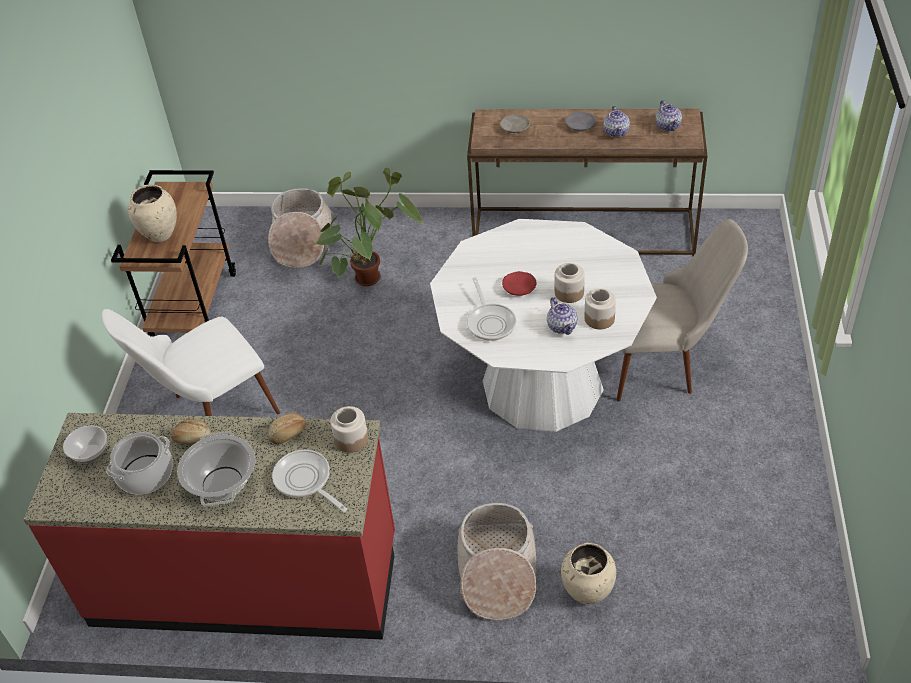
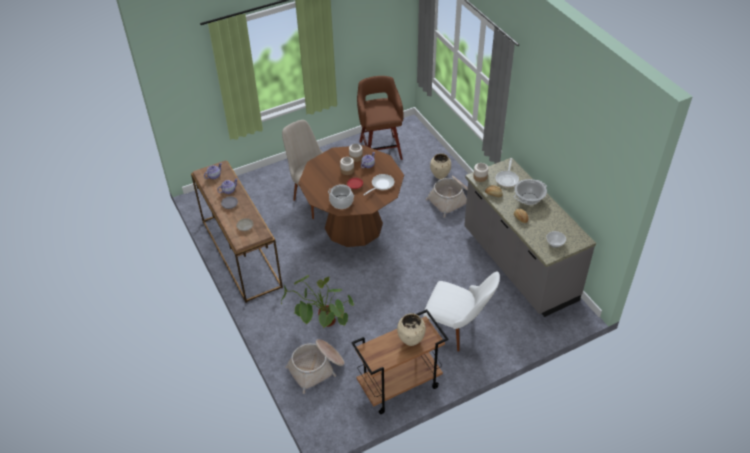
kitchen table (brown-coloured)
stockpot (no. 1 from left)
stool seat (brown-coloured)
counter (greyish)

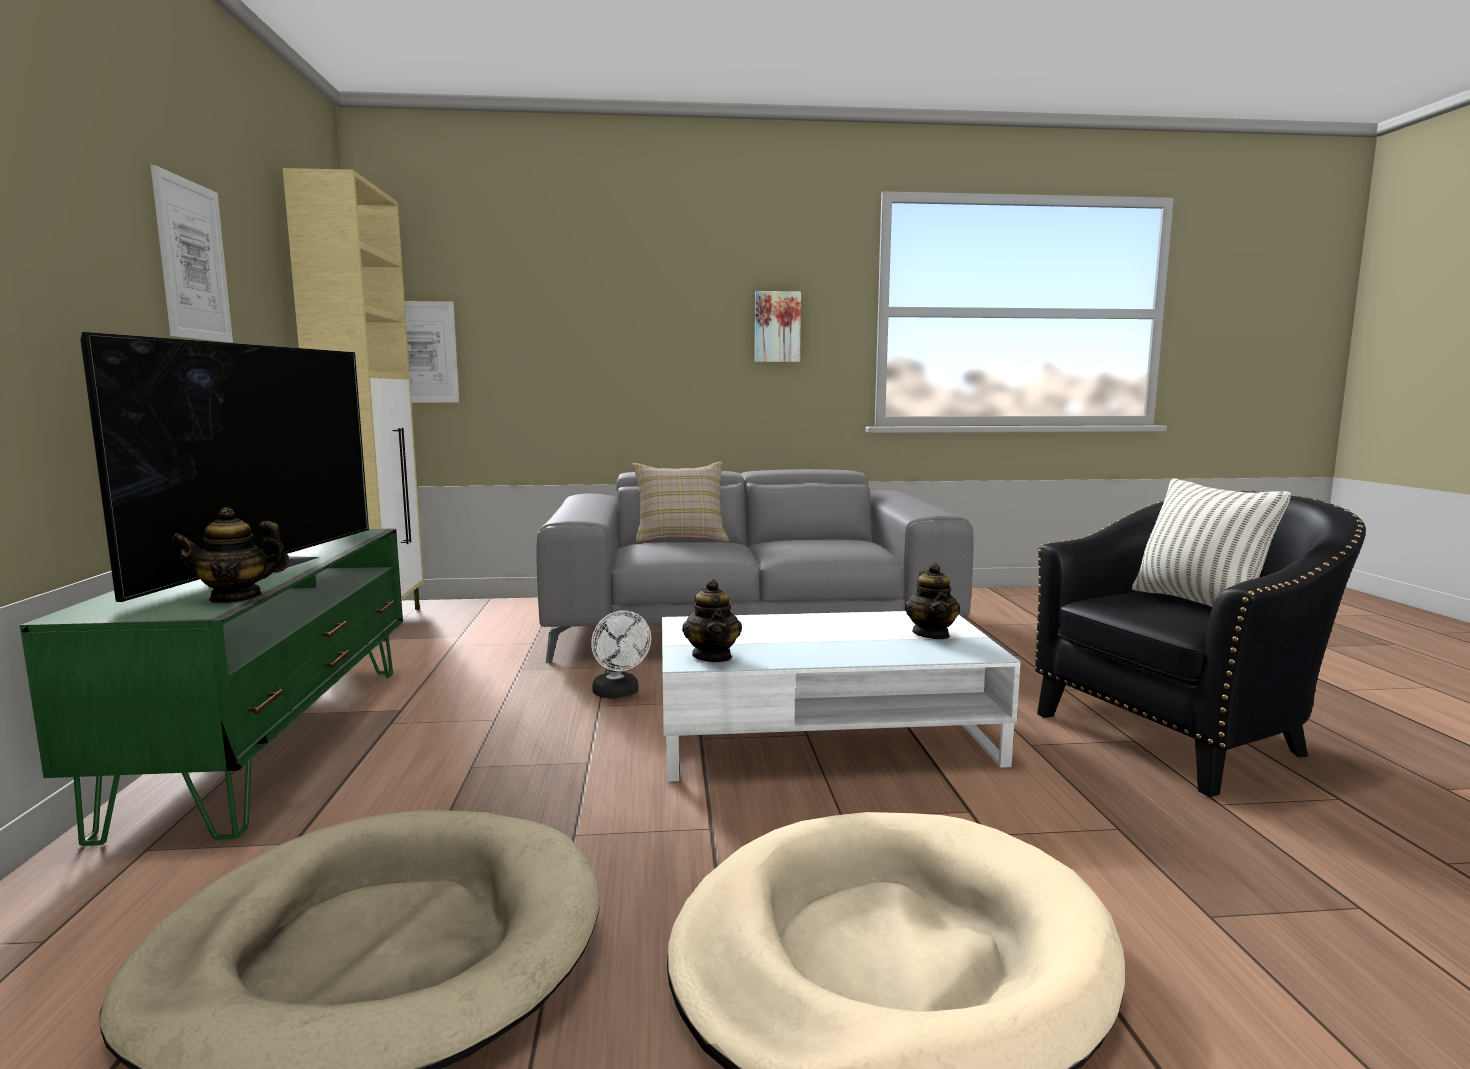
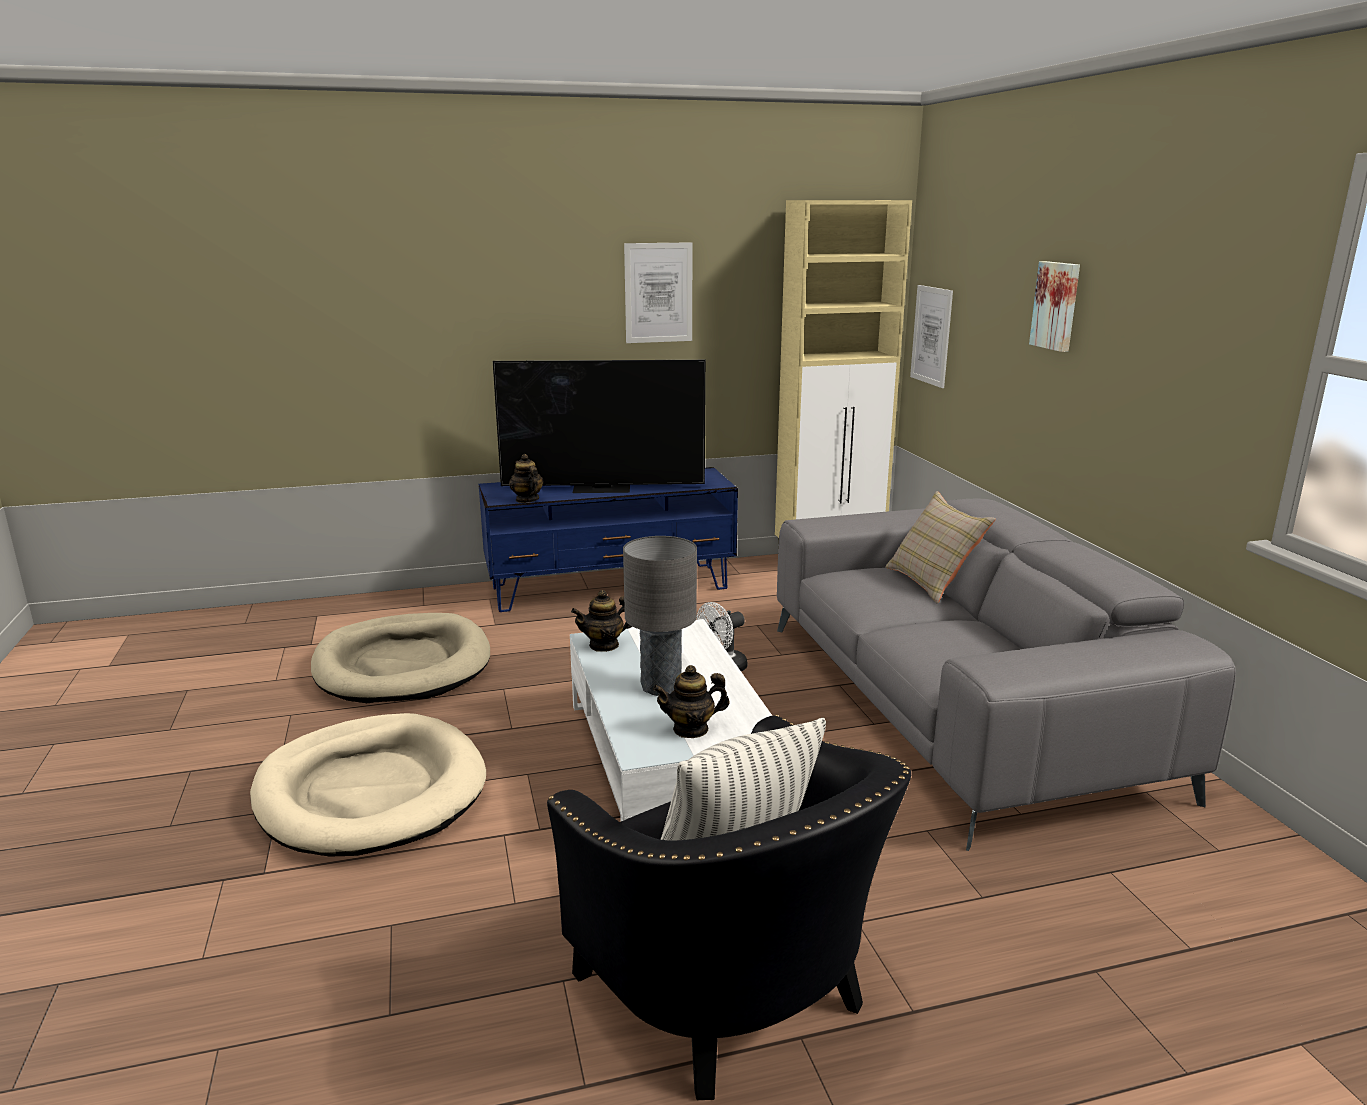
tv unit (blue-coloured)
lamp for a table (greyish)
wall art (no. 3 from left)

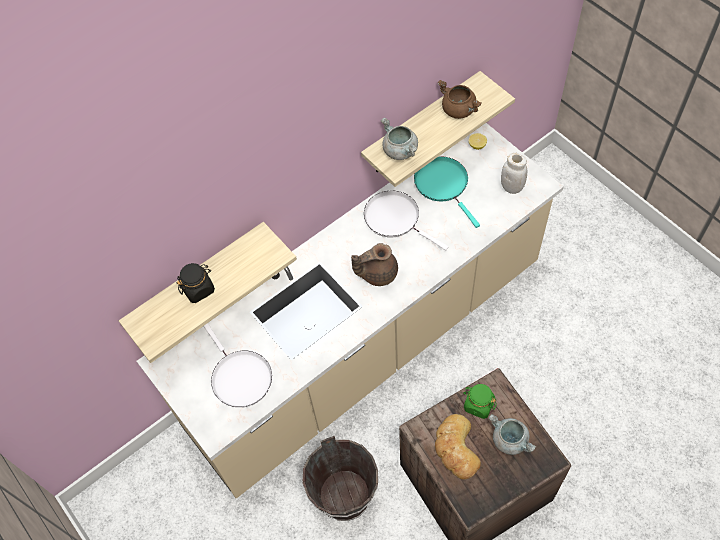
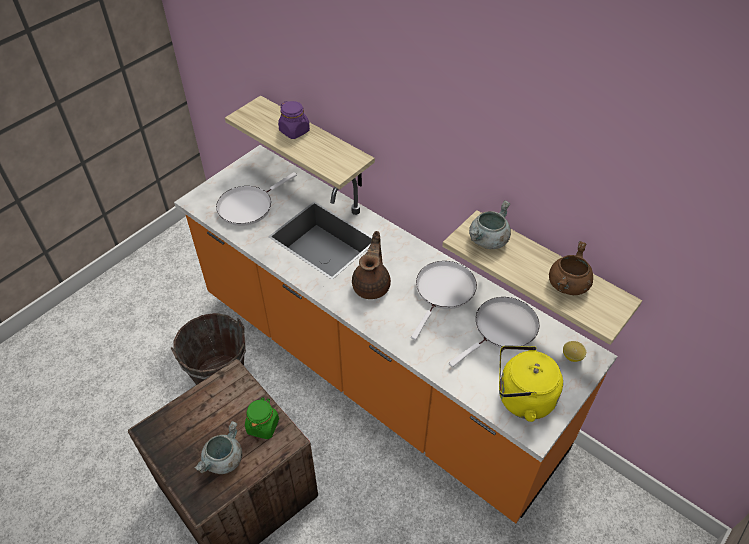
counter (orange)
jar (purple)
teapot (brown-coloured)
skillet (whitish) (no. 3 from left)
tea kettle (yellow-coloured)
bakery bread

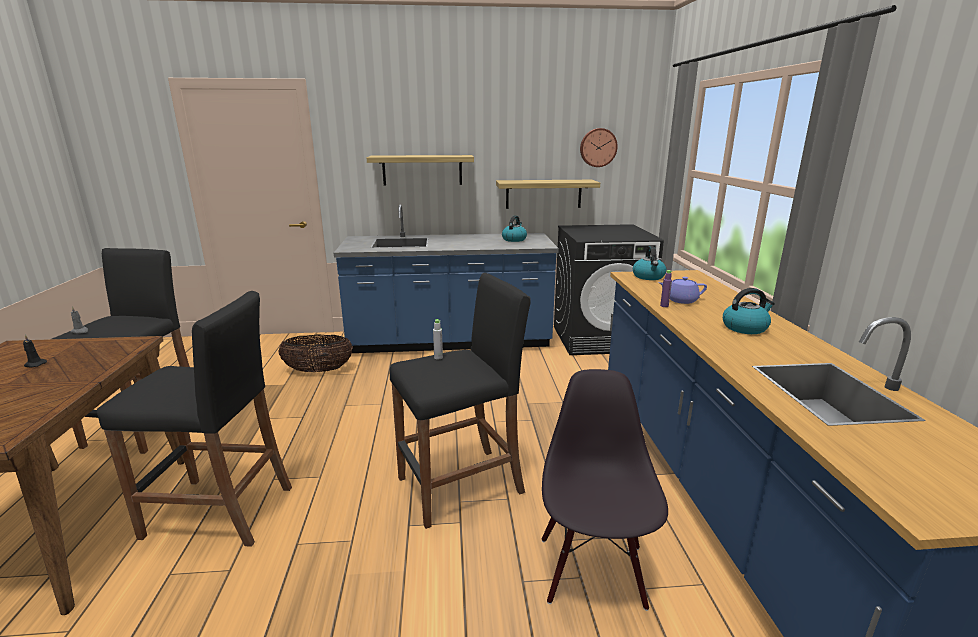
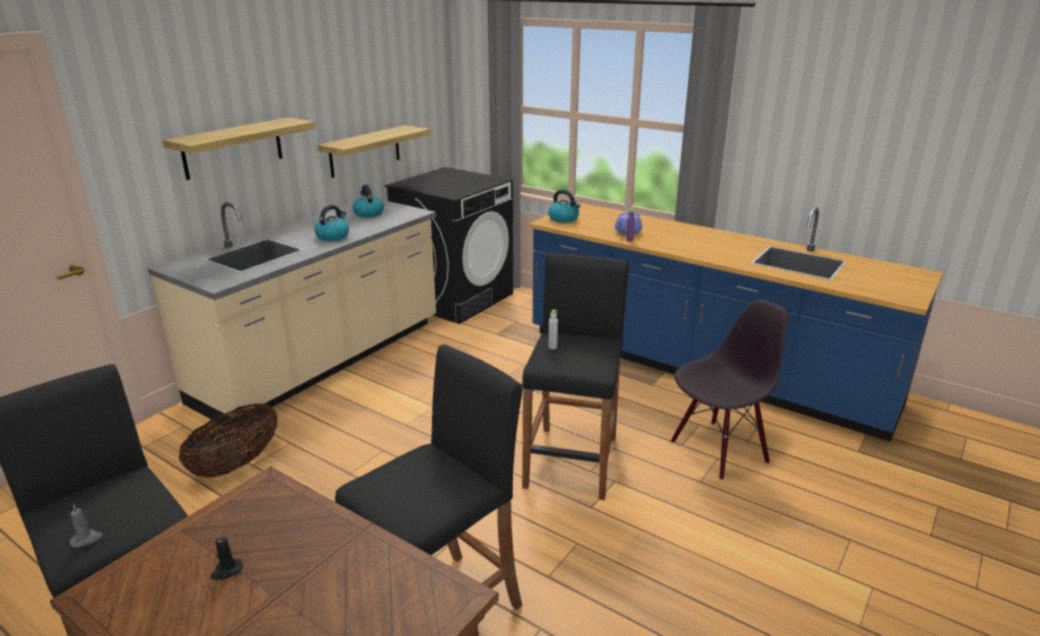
counter (beige)
tea kettle (no. 1 from left)
plain chair (black-coloured)
hanging clock

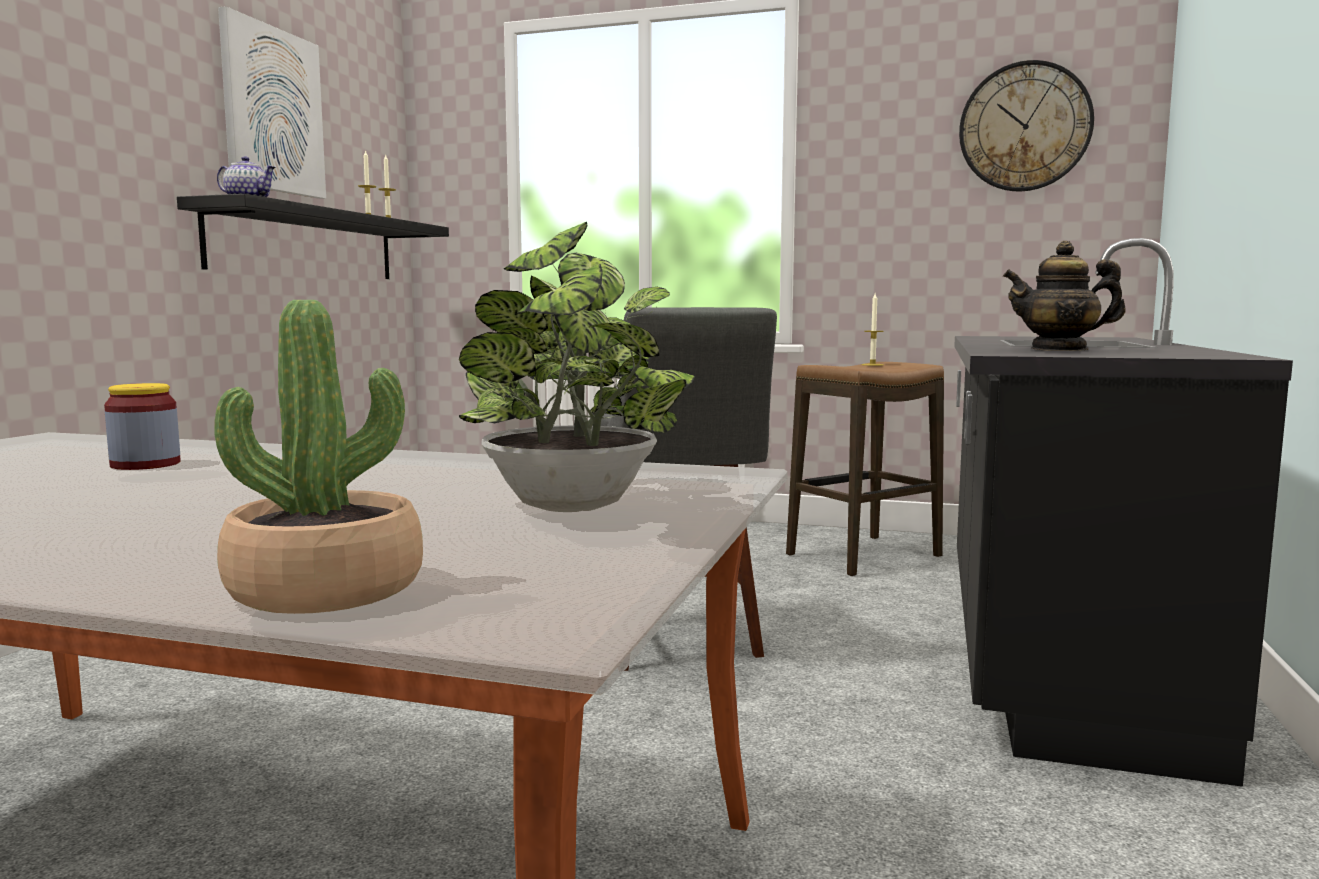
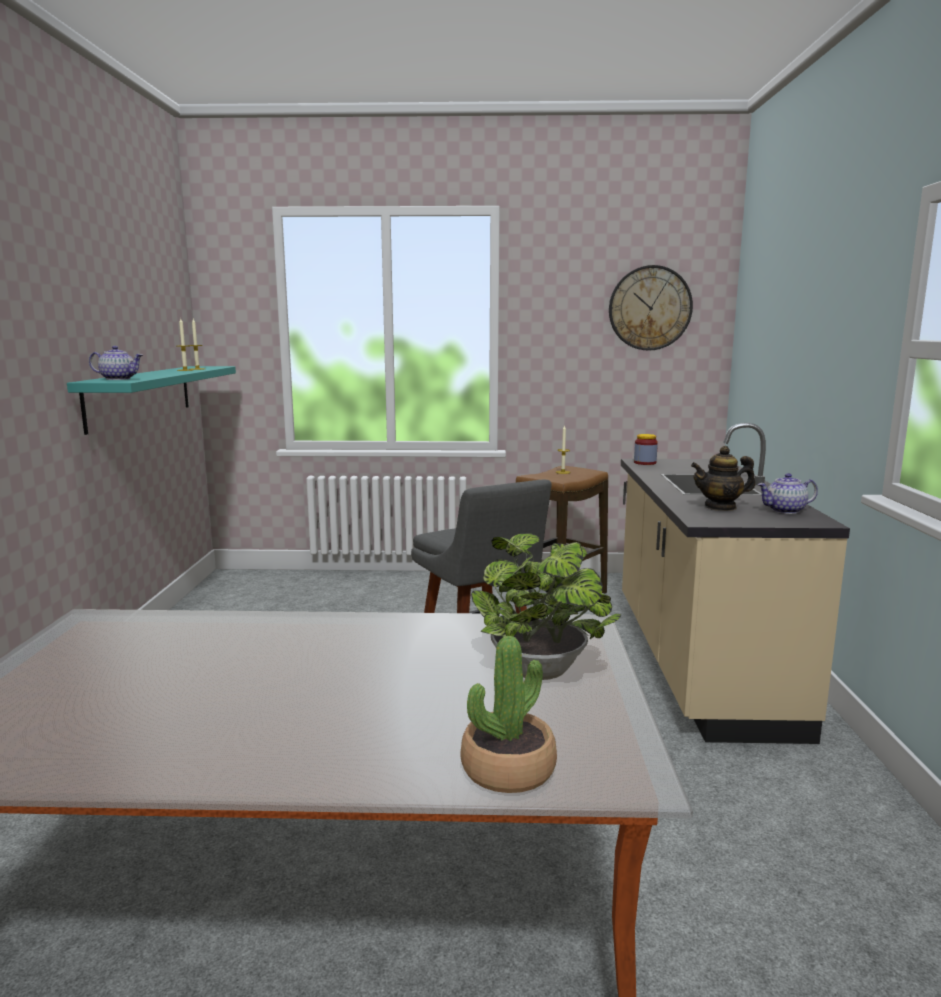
wall shelf (turquoise-coloured)
counter (beige)
jar
teapot (no. 3 from left)
wall art

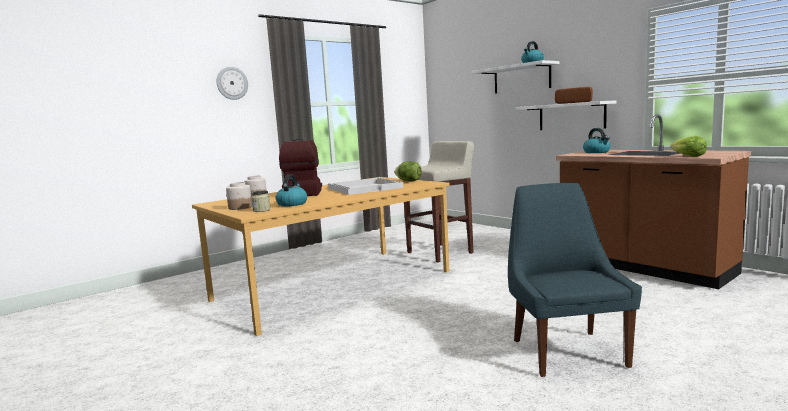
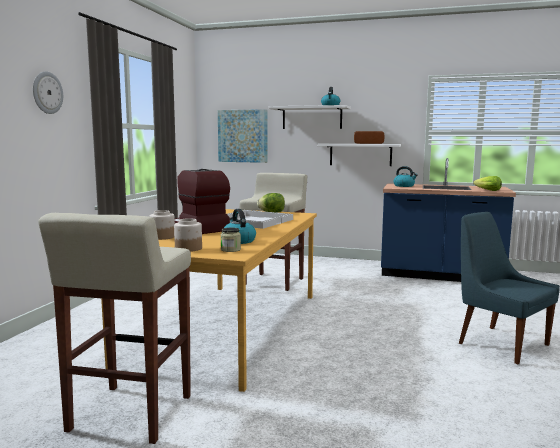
stool seat (beige) (no. 1 from left)
wall art
counter (blue-coloured)

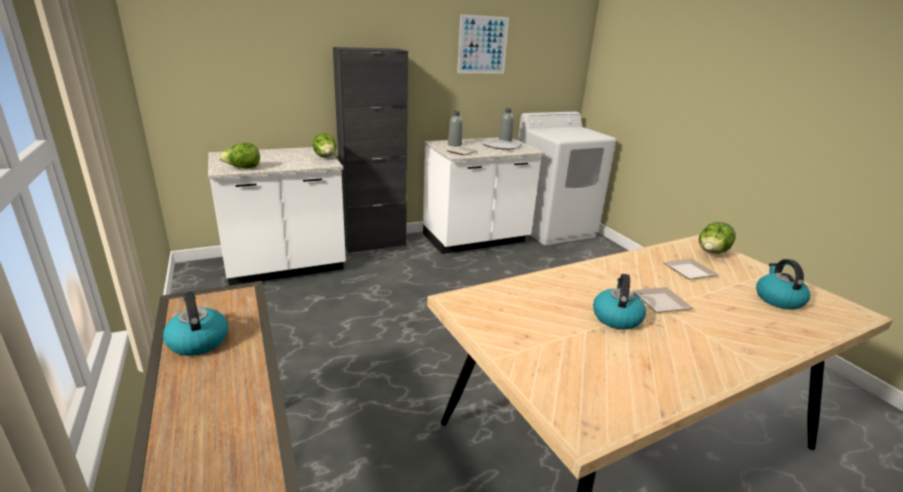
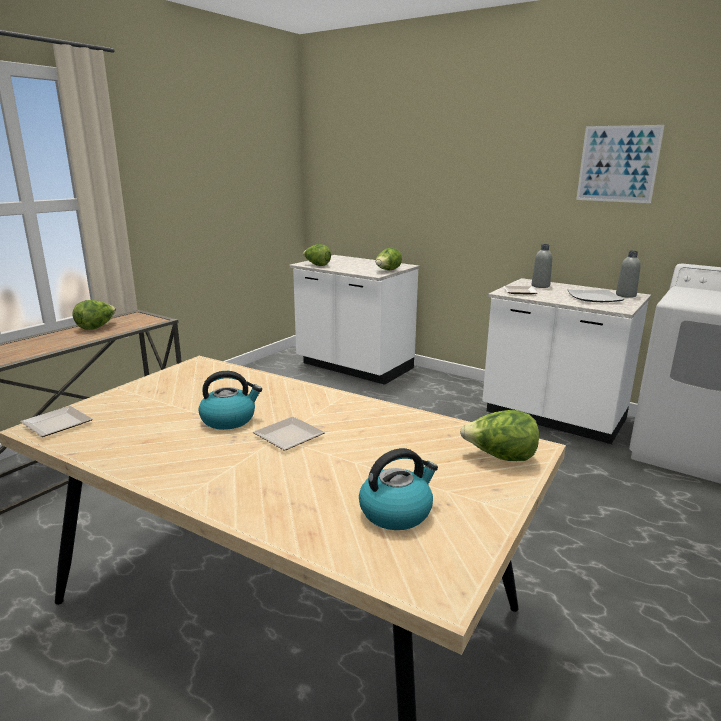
plate (no. 1 from left)
lettuce (no. 1 from left)
cabinet (black-coloured)

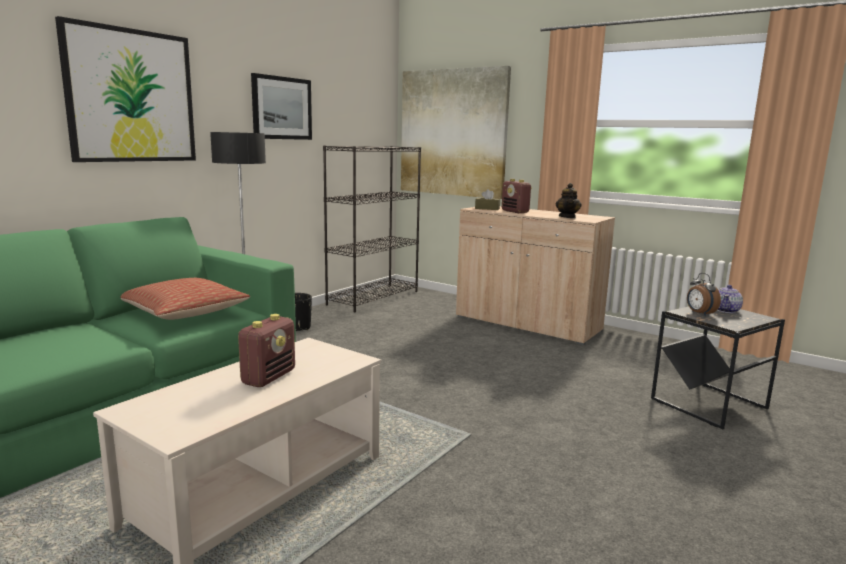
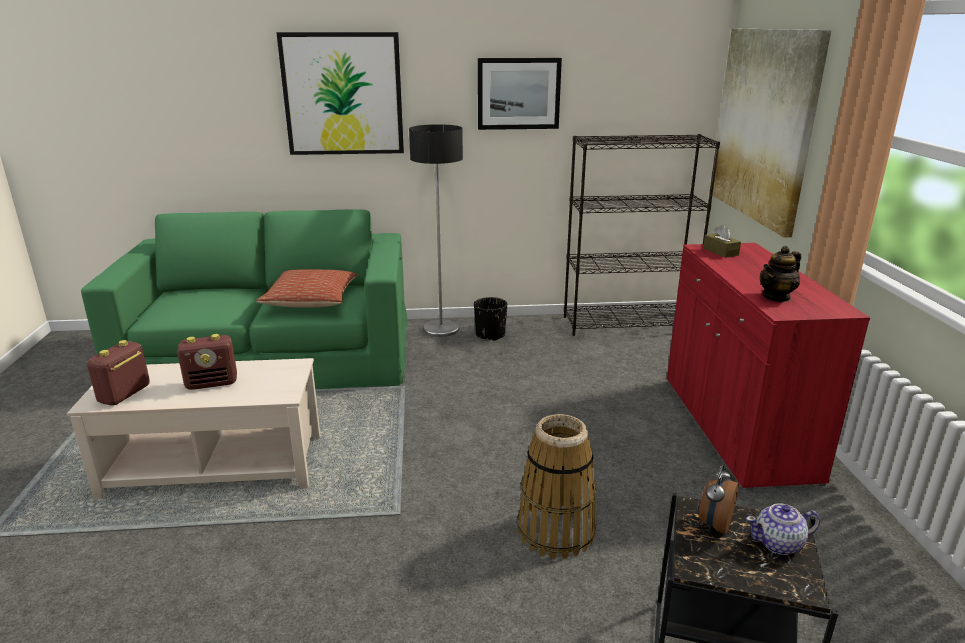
radio set (no. 1 from left)
basket
cabinet (red-coloured)

